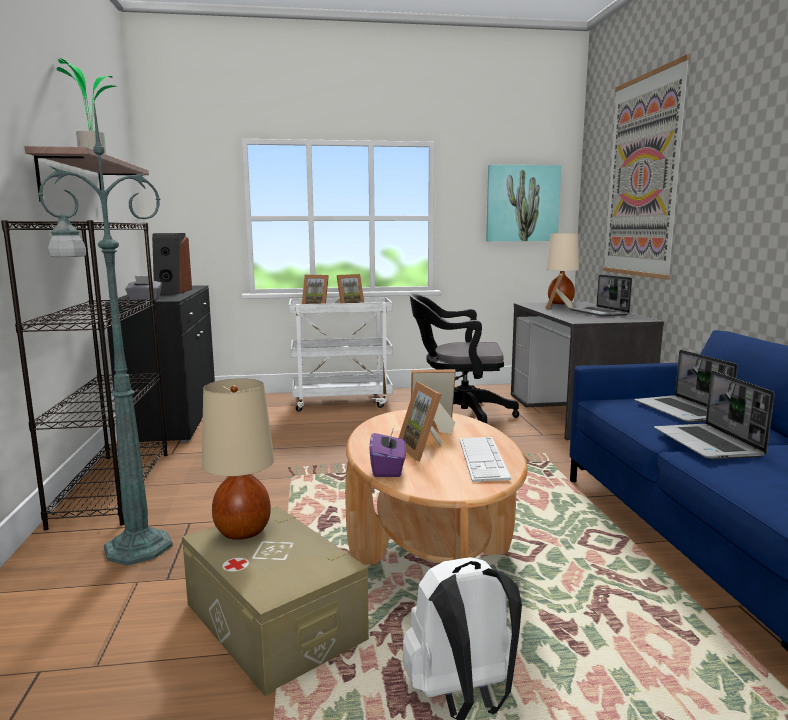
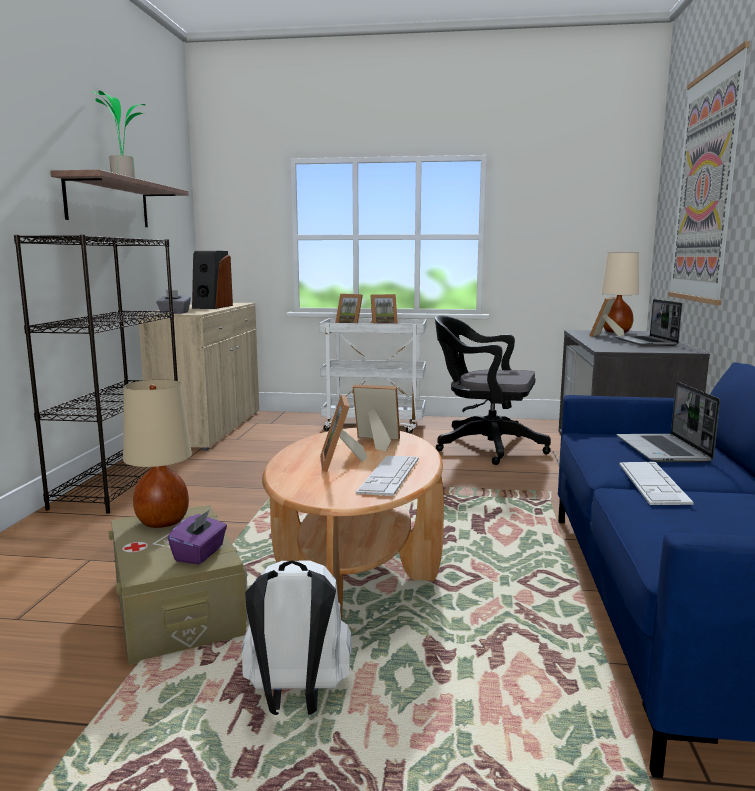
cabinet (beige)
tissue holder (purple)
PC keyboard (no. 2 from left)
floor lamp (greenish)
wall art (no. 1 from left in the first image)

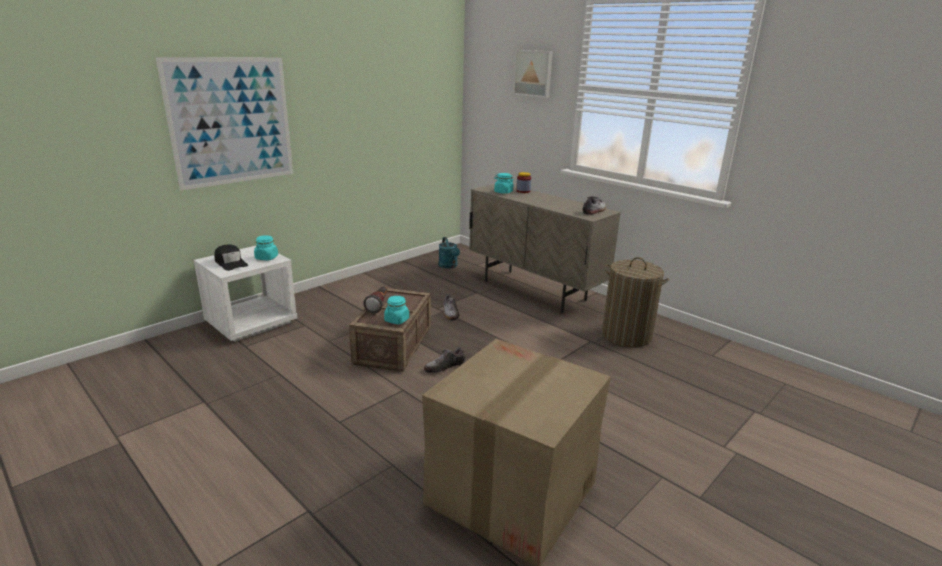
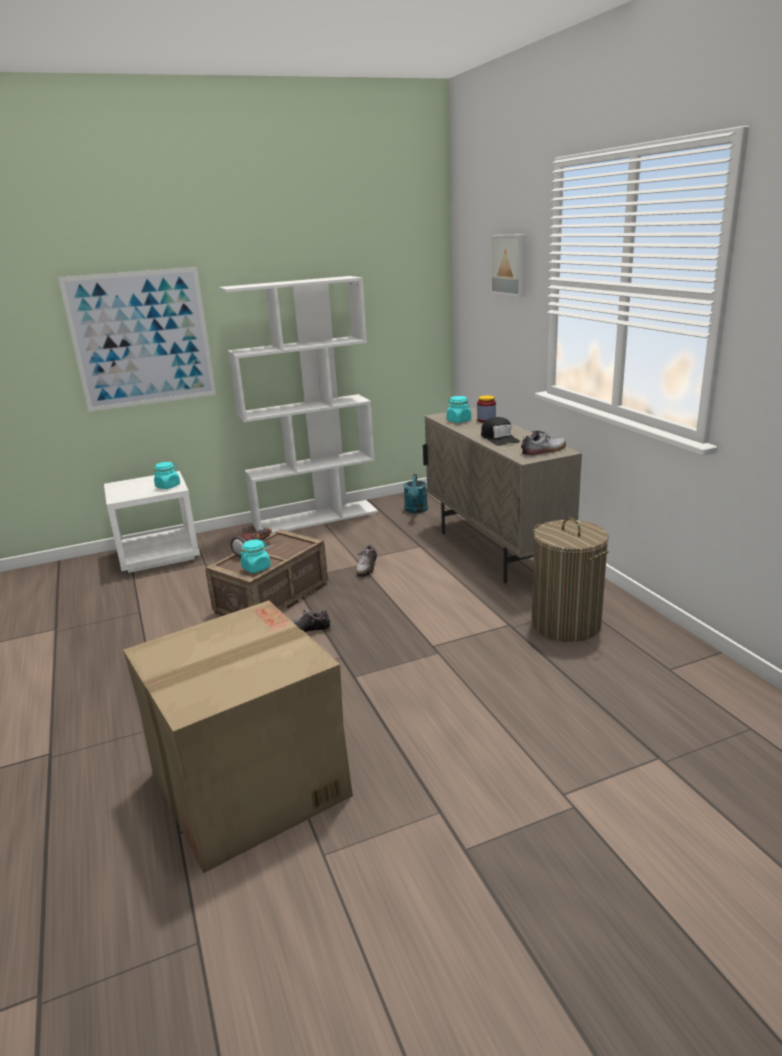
bookshelf (whitish)
cap (black-coloured)

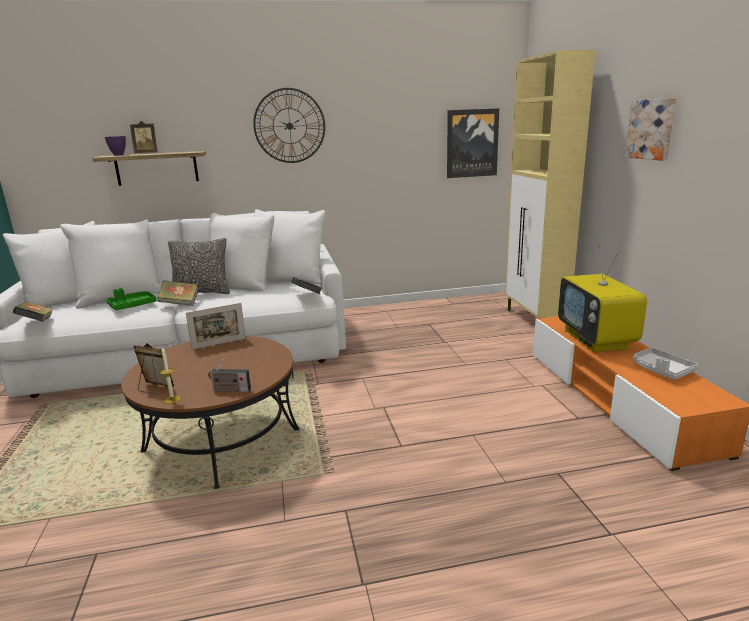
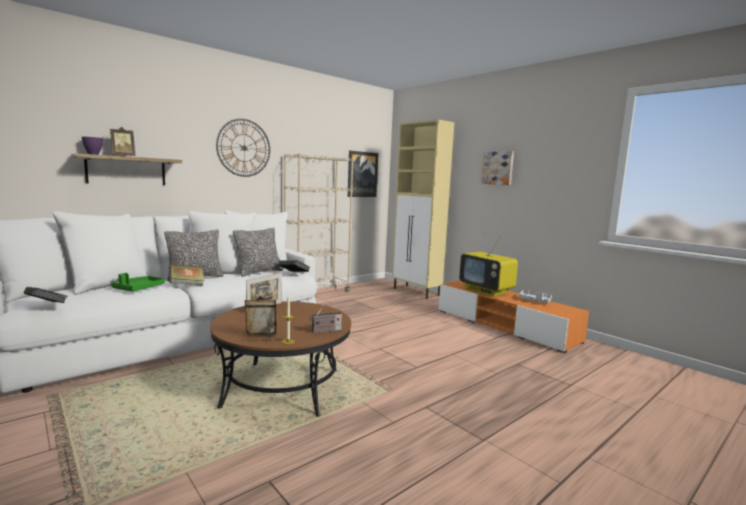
cushion (no. 2 from left)
bookshelf (beige)

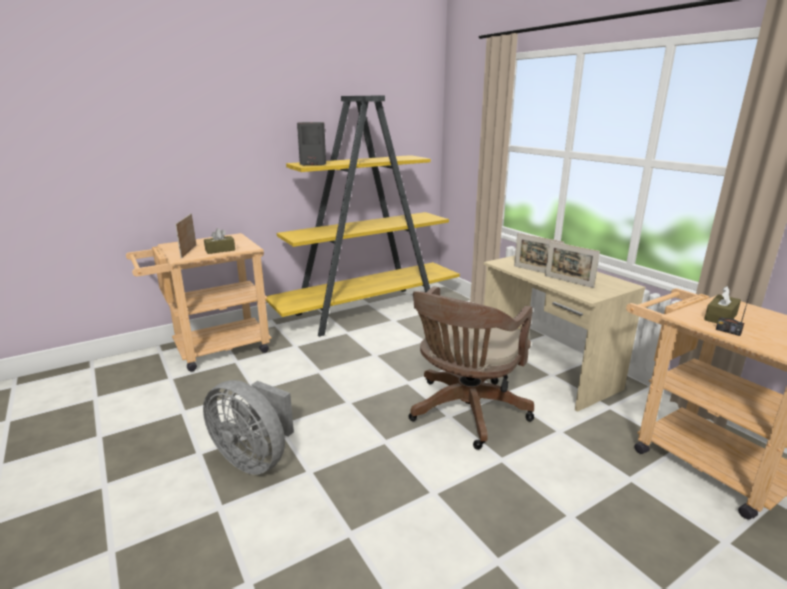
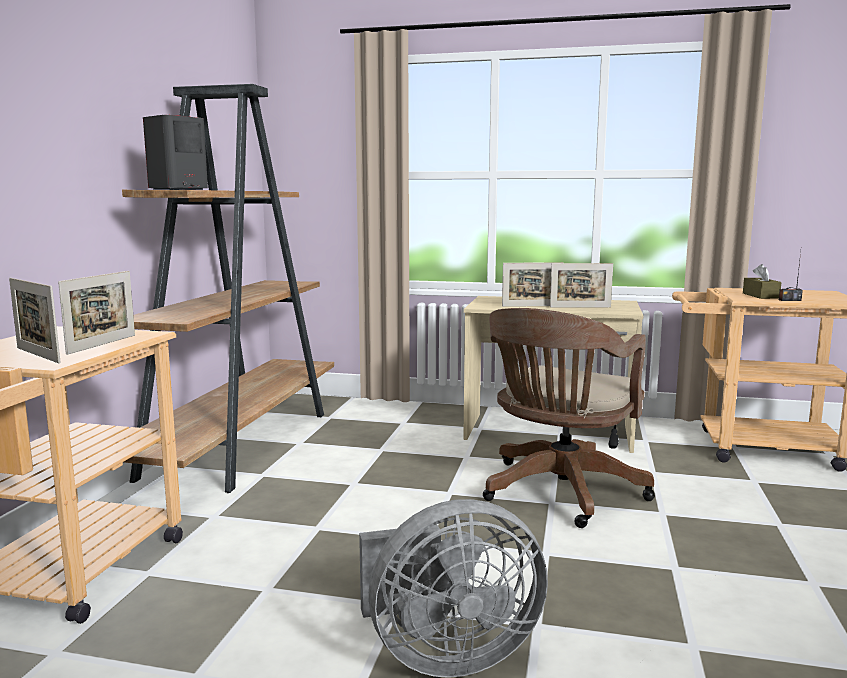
photo frame (no. 2 from left)
bookshelf (brown-coloured)
office chair (brown-coloured)

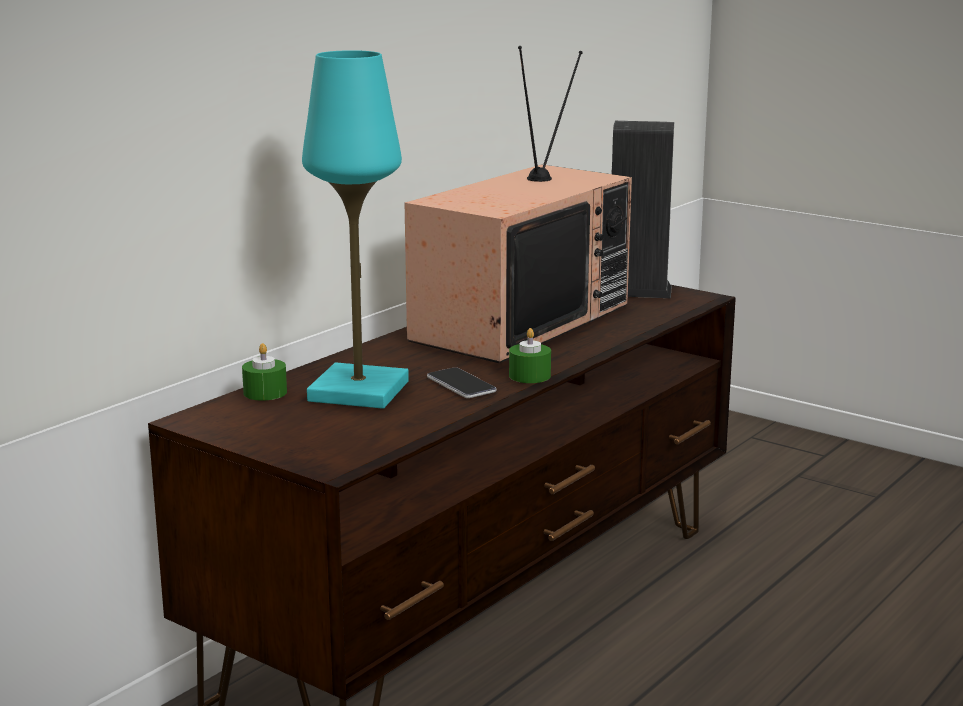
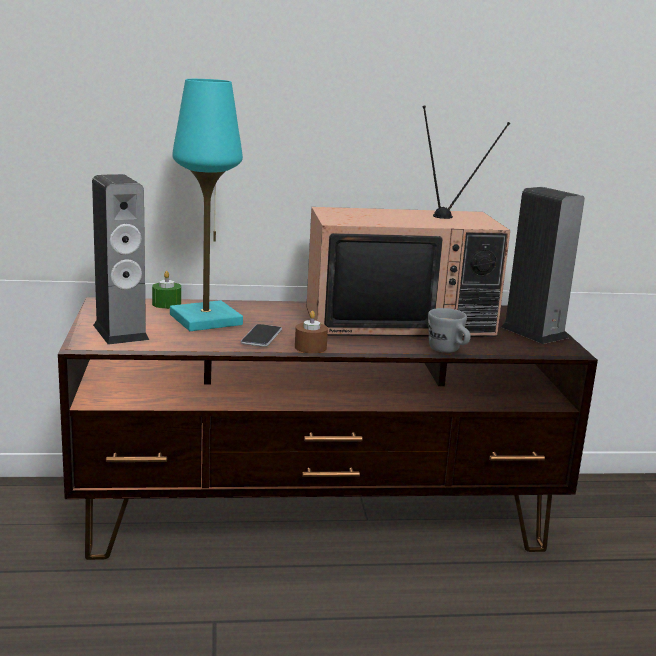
audio speaker (no. 1 from left)
wax candle (brown-coloured)
mug (greyish)

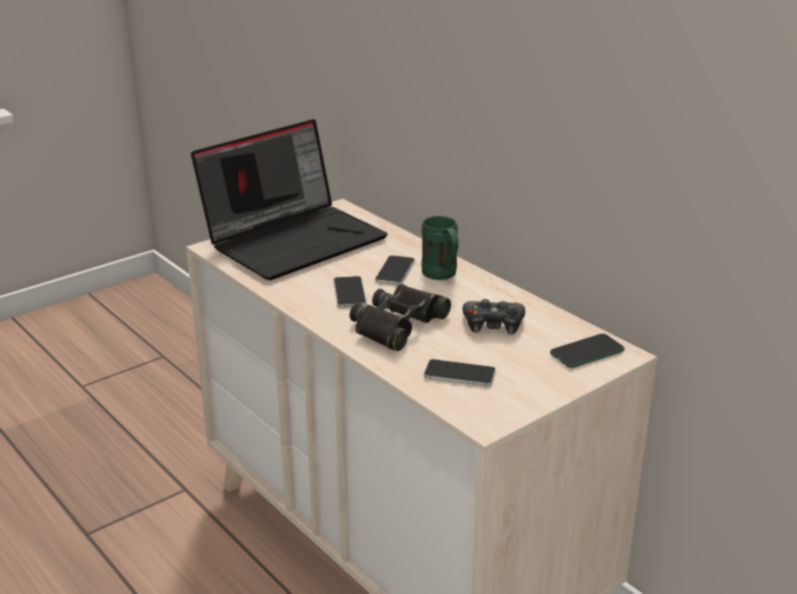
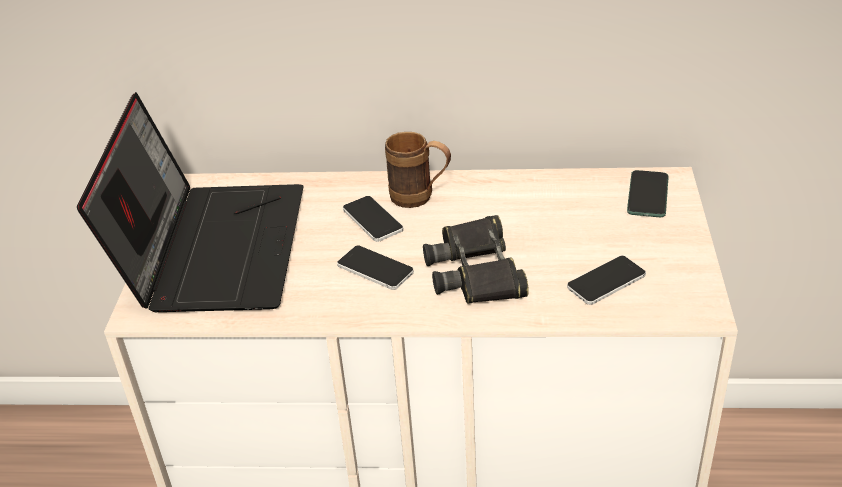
mug (brown-coloured)
joypad (black-coloured)

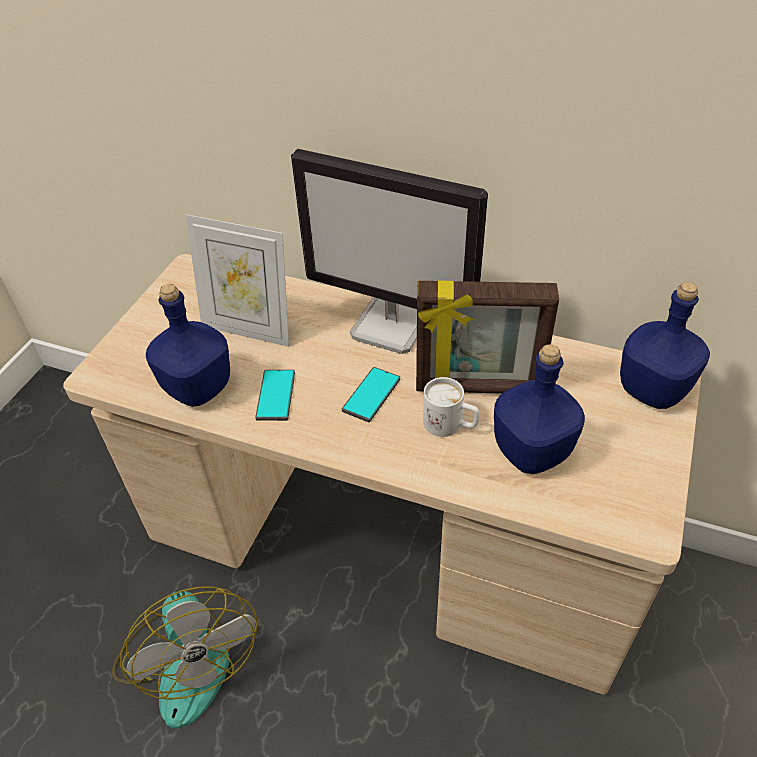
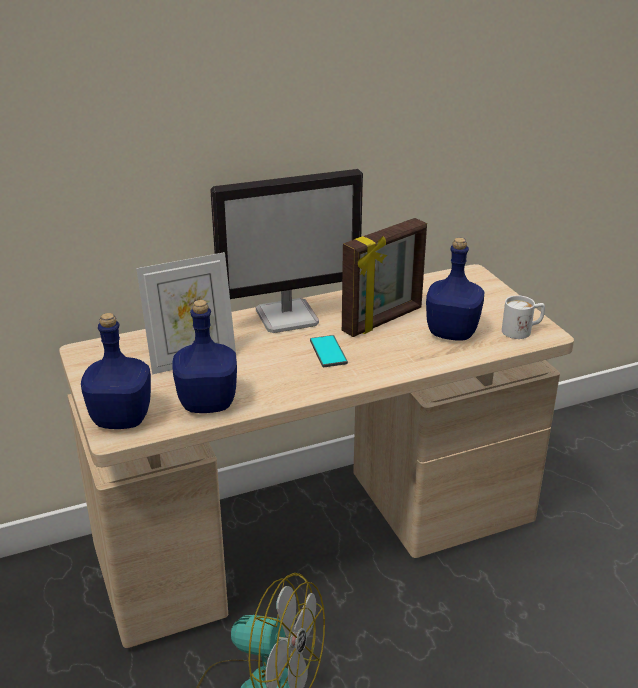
bottle (blue-coloured) (no. 1 from left)
mug (whitish)
telephone (no. 1 from left in the first image)

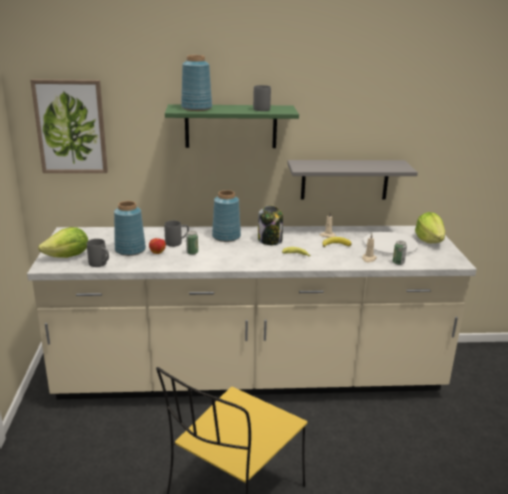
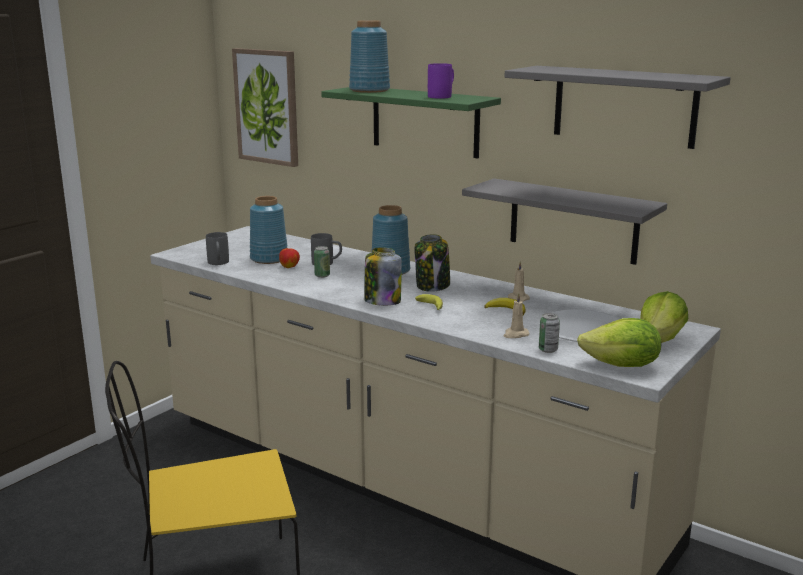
jar (no. 1 from left)
mug (purple)
wall shelf (greyish) (no. 2 from left)
lettuce (no. 1 from left)

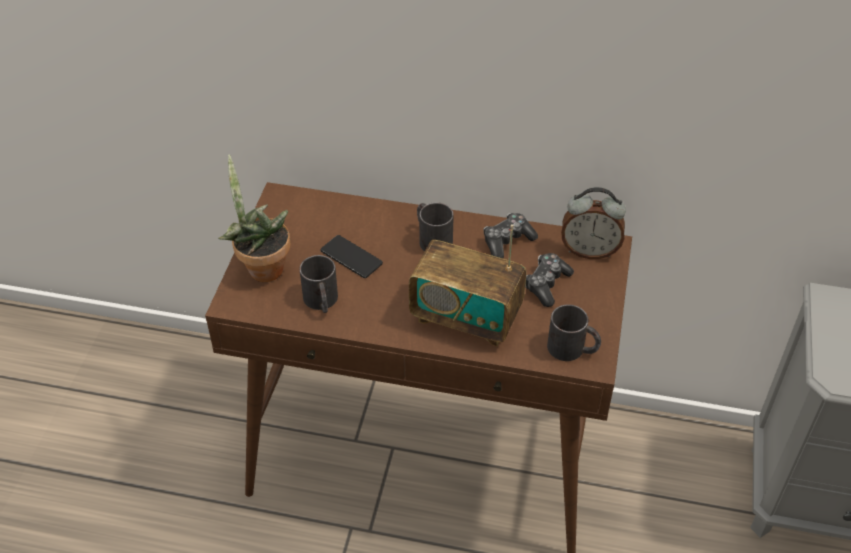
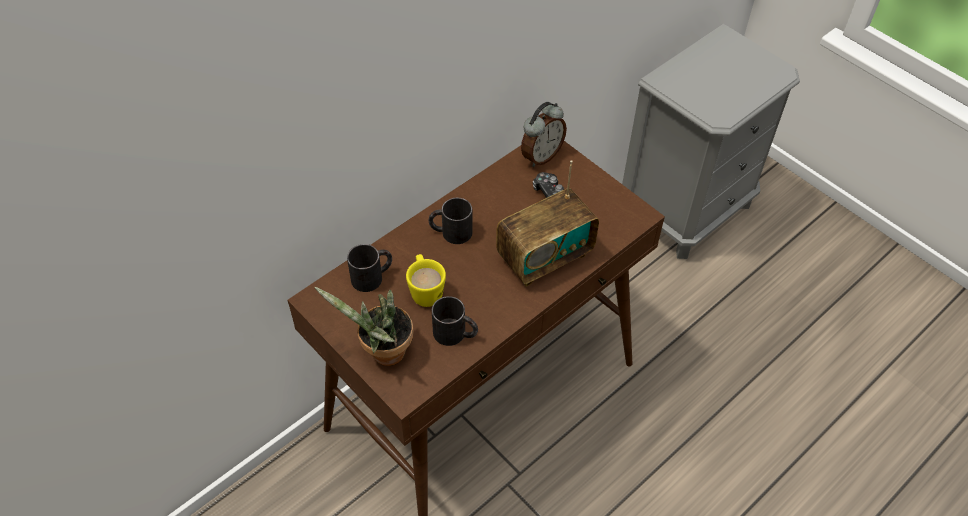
mug (black-coloured) (no. 1 from left)
mug (yellow-coloured)
joypad (no. 1 from left in the first image)

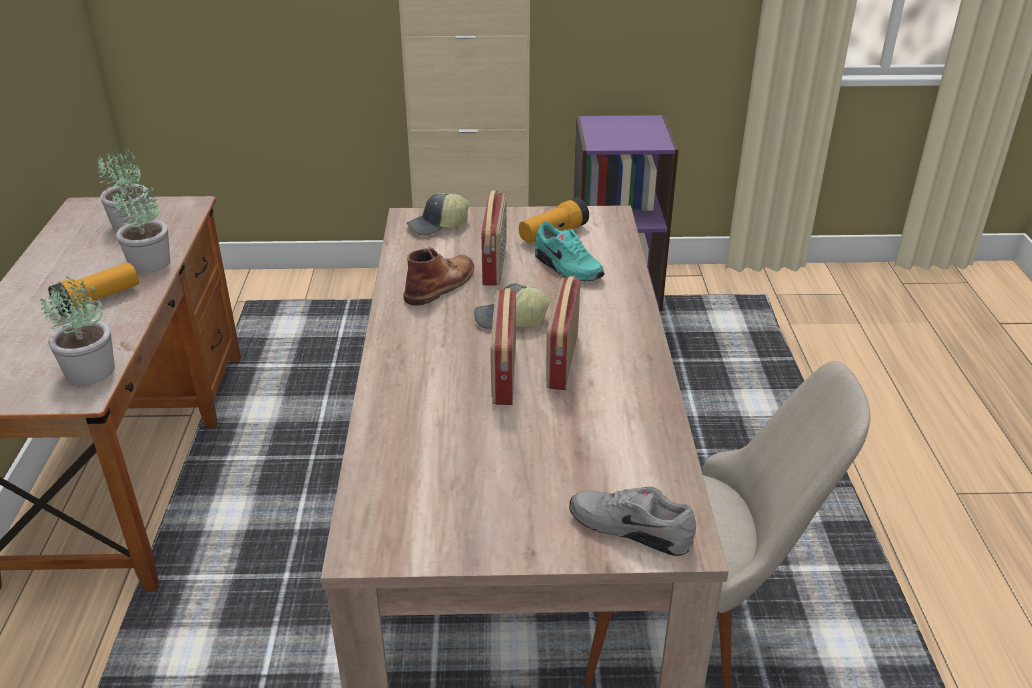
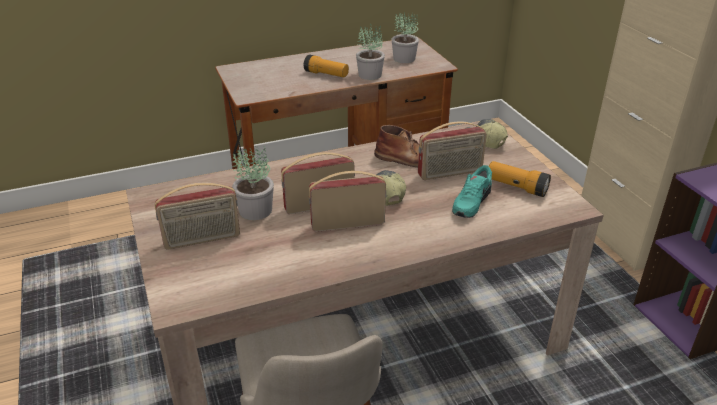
radio set (no. 1 from left)
houseplant (no. 1 from left)
item of footwear (greyish)

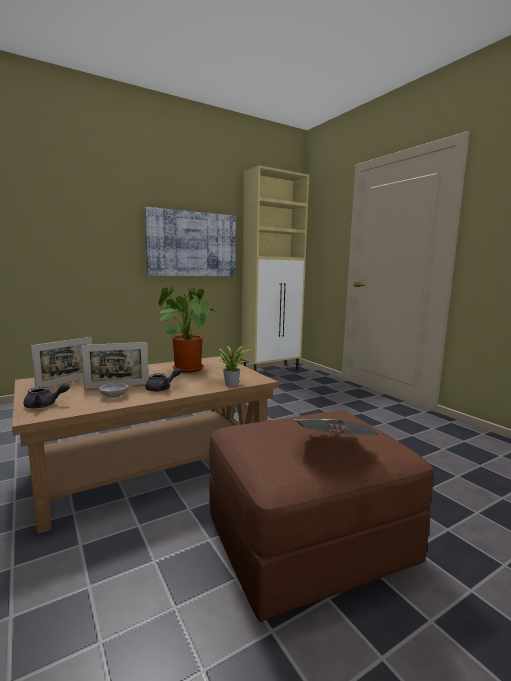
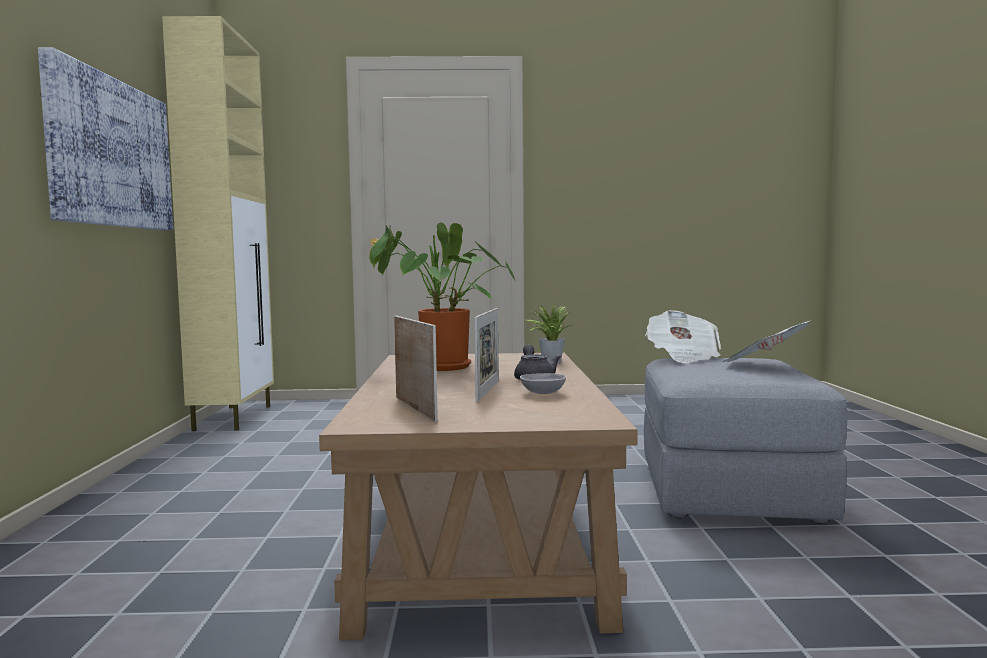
footrest (greyish)
newspaper (no. 1 from left)
teapot (greyish) (no. 1 from left in the first image)

